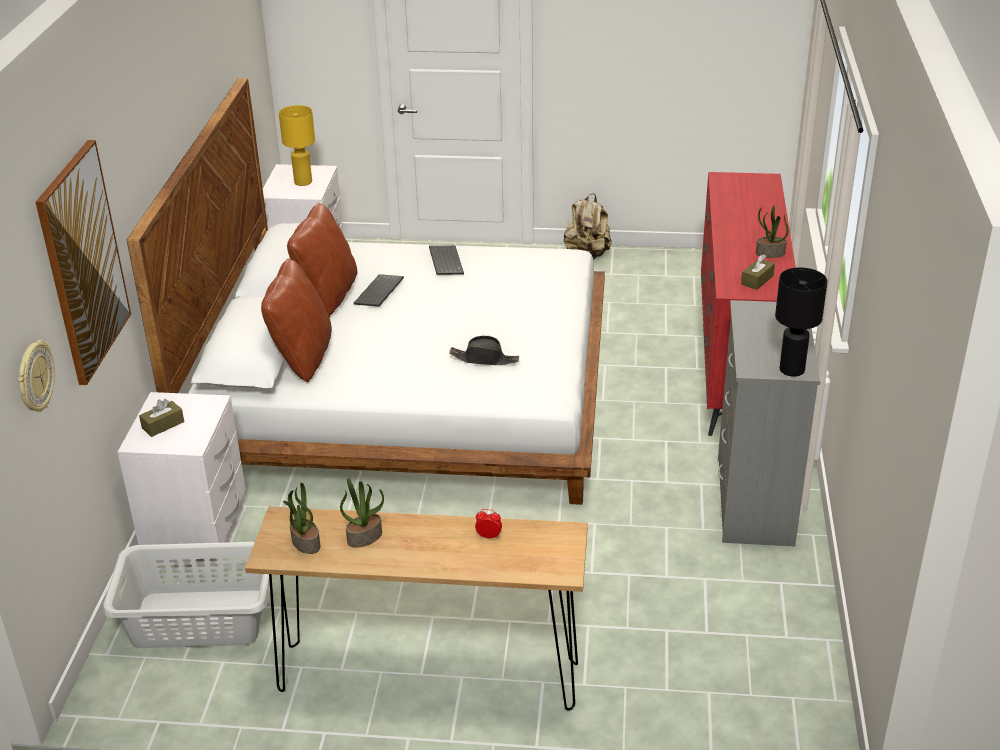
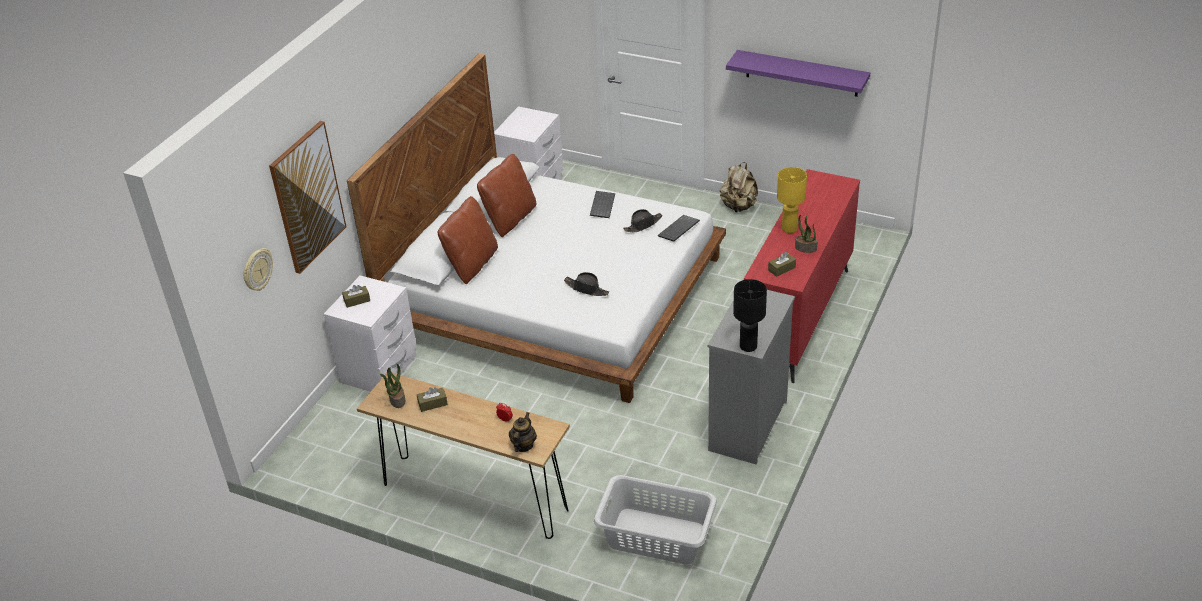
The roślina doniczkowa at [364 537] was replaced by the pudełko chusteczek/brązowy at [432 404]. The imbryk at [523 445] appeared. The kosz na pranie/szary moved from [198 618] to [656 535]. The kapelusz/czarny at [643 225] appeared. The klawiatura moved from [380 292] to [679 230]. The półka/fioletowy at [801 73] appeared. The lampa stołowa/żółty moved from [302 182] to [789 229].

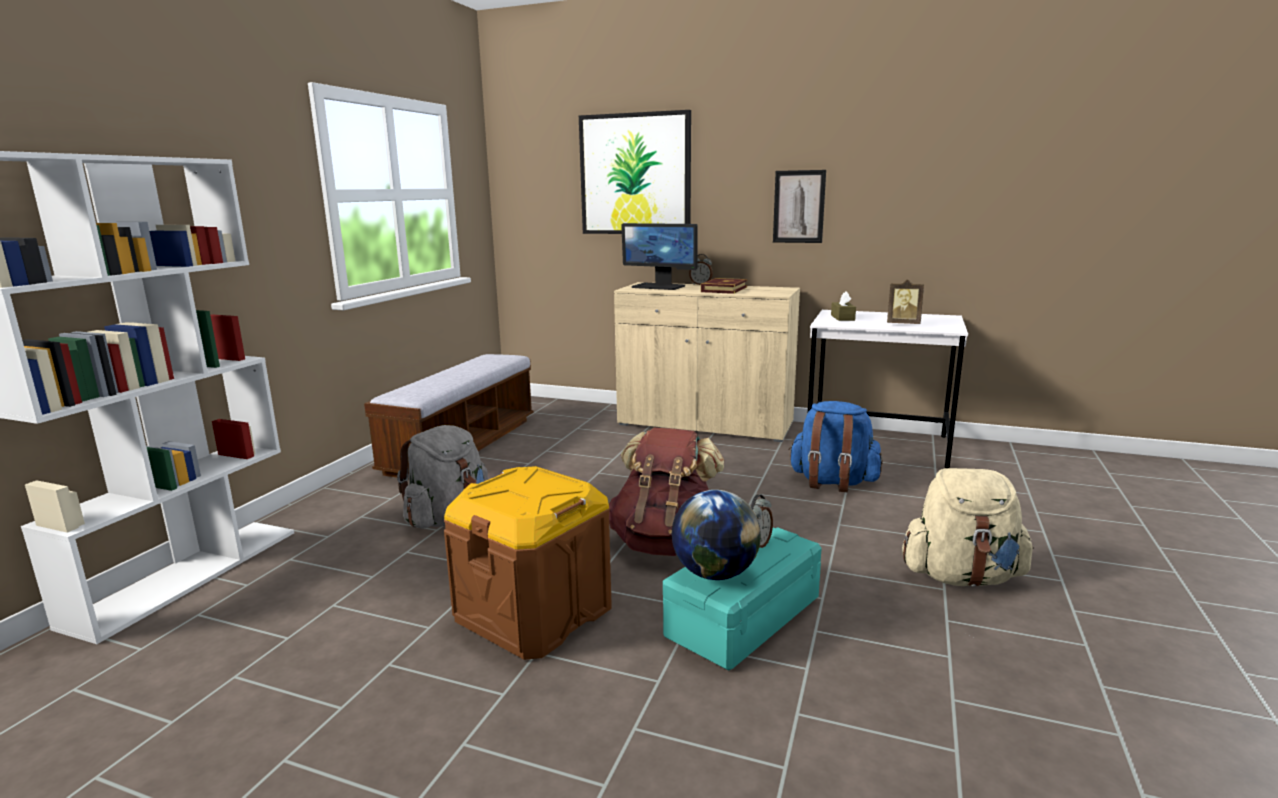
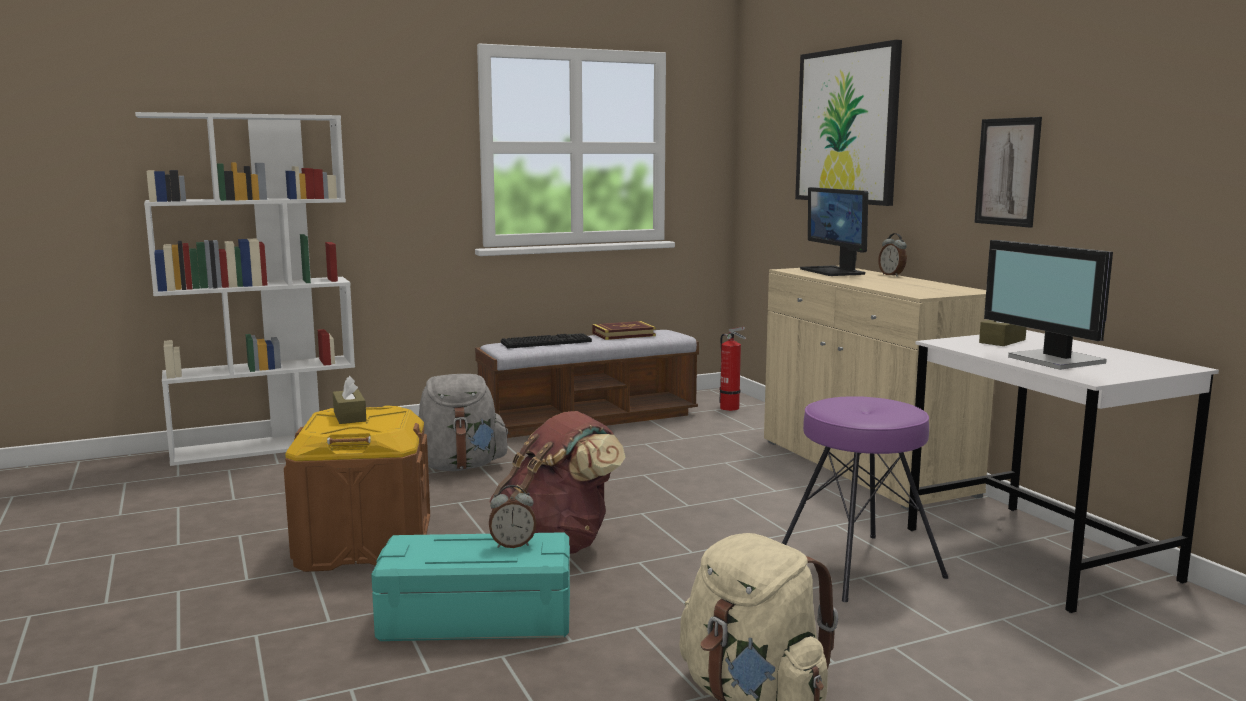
The pudełko chusteczek/brązowy at [349 416] appeared. The klawiatura at [546 342] appeared. The książka moved from [724 289] to [623 334]. The gaśnica at [731 408] appeared. The plecak/niebieski at [832 482] was replaced by the stołek/fioletowy at [858 566]. The ramka na zdjęcie at [903 324] was replaced by the monitor at [1054 360]. The globus at [714 573] disappeared.

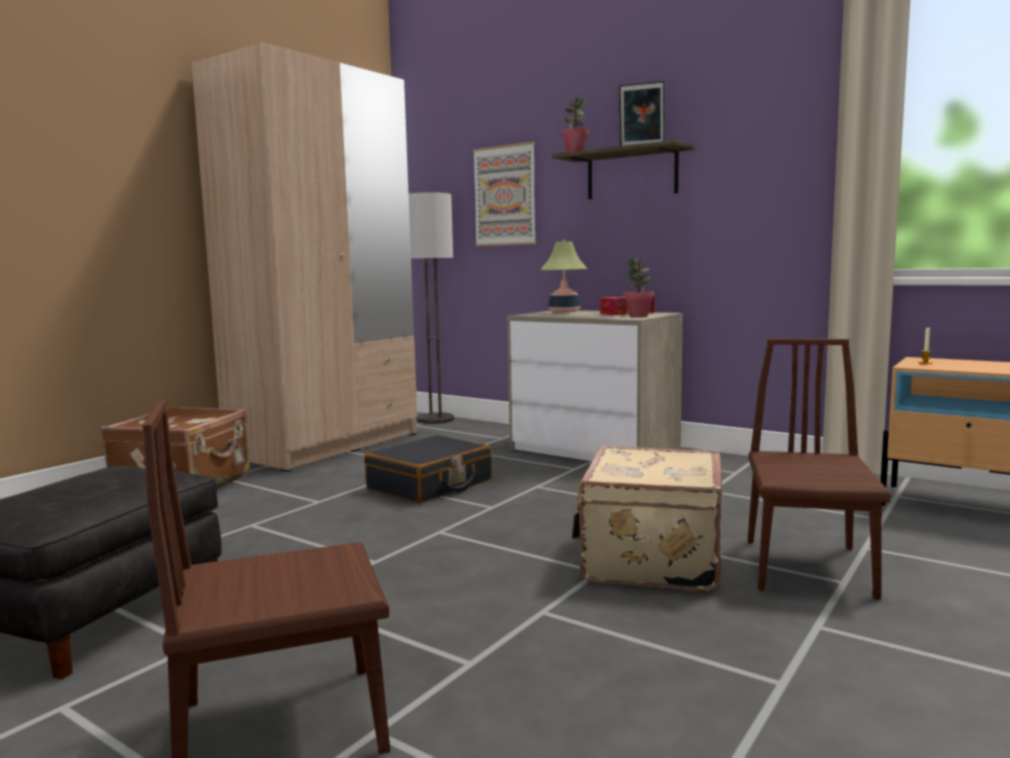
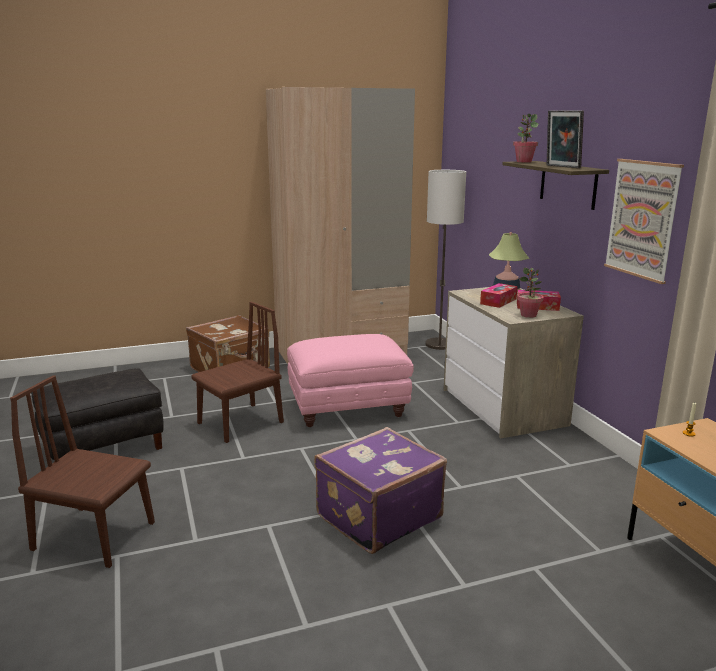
The krzesło/brązowy moved from [808 567] to [240 423]. The walizka/czarny at [430 485] was replaced by the pufa/różowy at [349 408]. The walizka/beżowy at [649 560] became the walizka/fioletowy at [377 516]. The pudełko chusteczek at [498 301] appeared. The obraz moved from [505 196] to [642 219].

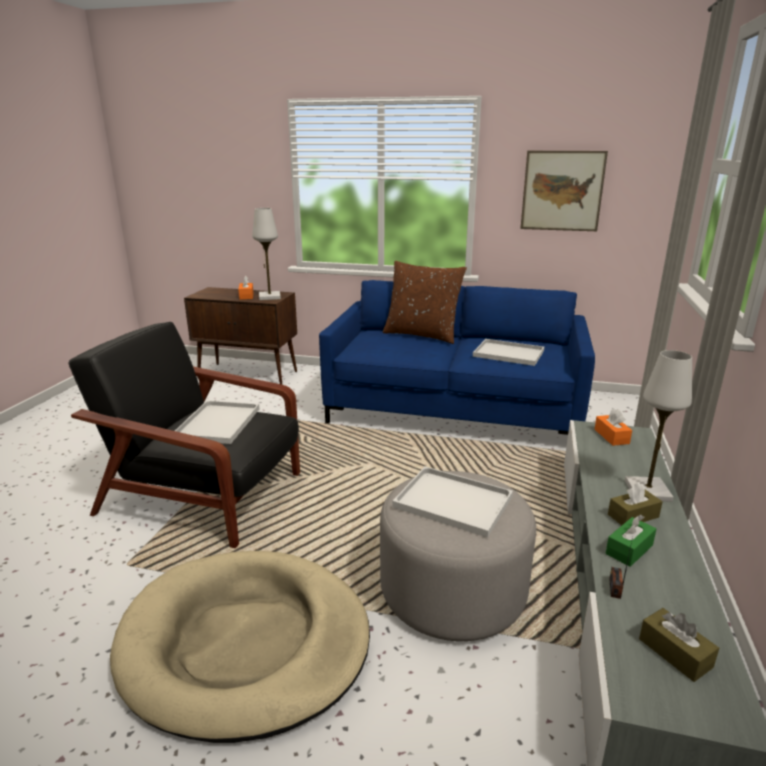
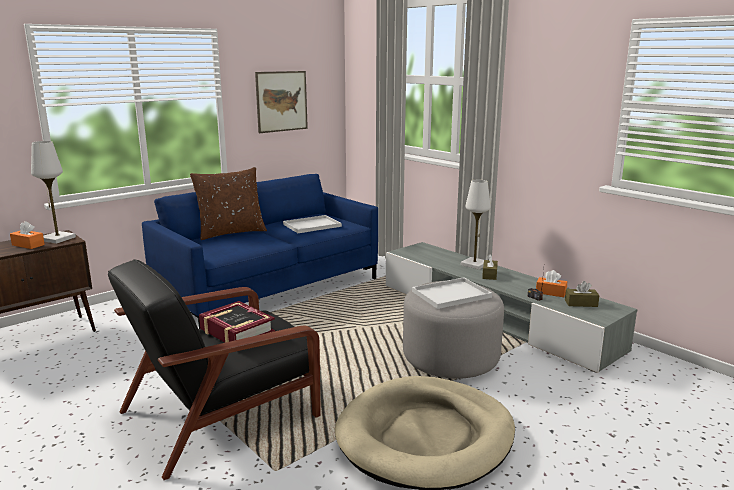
The taca/biały at [218 422] was replaced by the książka at [236 331]. The pudełko chusteczek/pomarańczowy moved from [611 436] to [550 292]. The pudełko chusteczek/zielony at [629 549] disappeared.

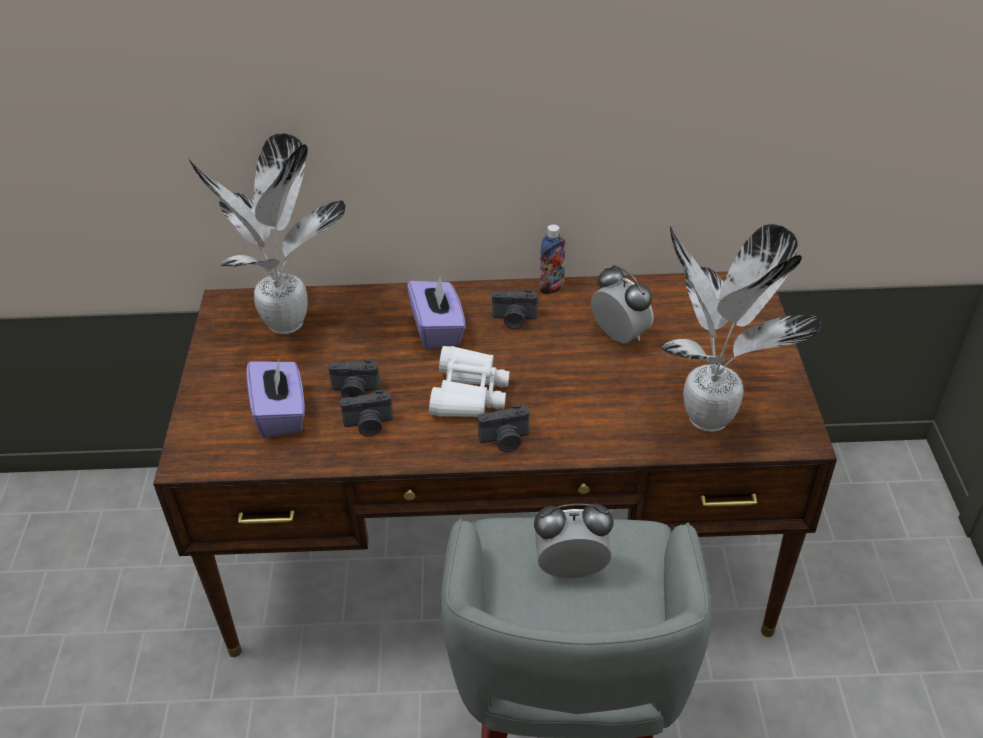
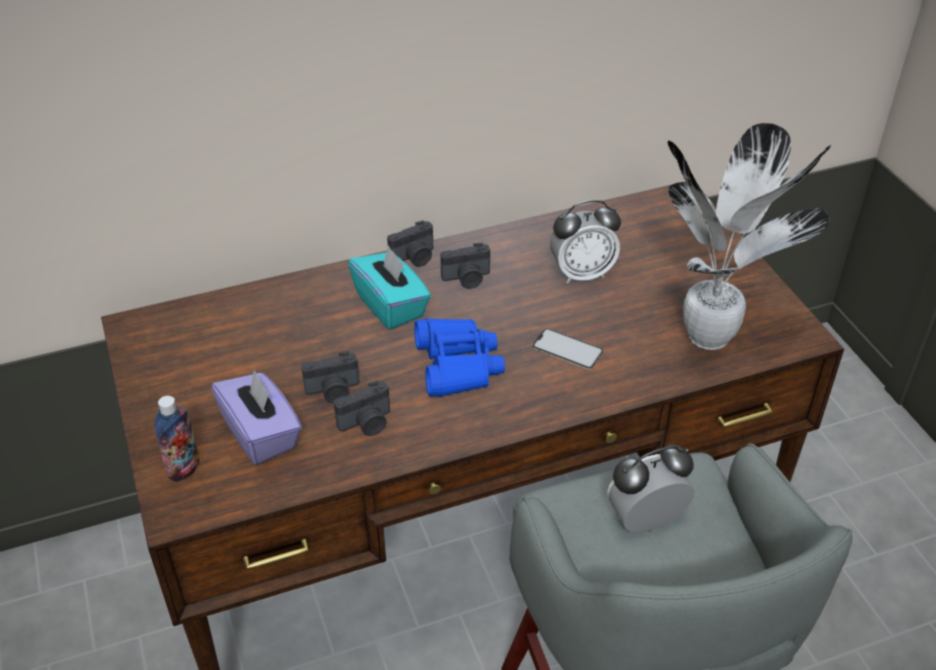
The butelka moved from [552 287] to [184 468]. The pudełko chusteczek/fioletowy at [438 329] became the pudełko chusteczek/turkusowy at [391 305]. The aparat fotograficzny moved from [505 440] to [414 258]. The lornetka/biały at [469 393] became the lornetka/niebieski at [457 365]. The telefon at [567 349] appeared. The budzik at [619 336] turned 135 degrees clockwise. The roślina doniczkowa at [288 325] disappeared.

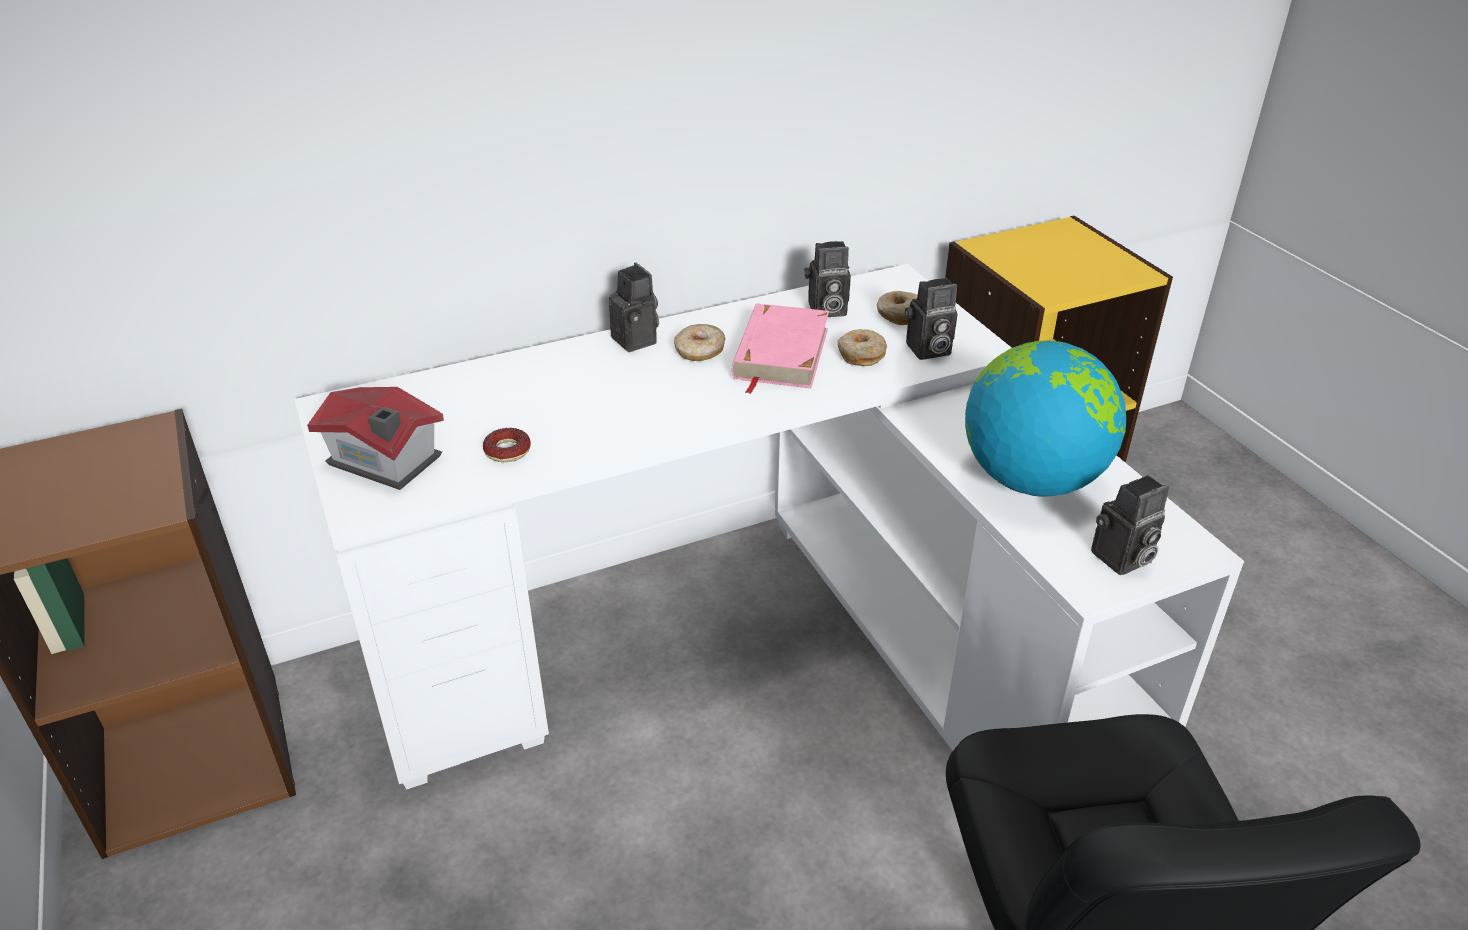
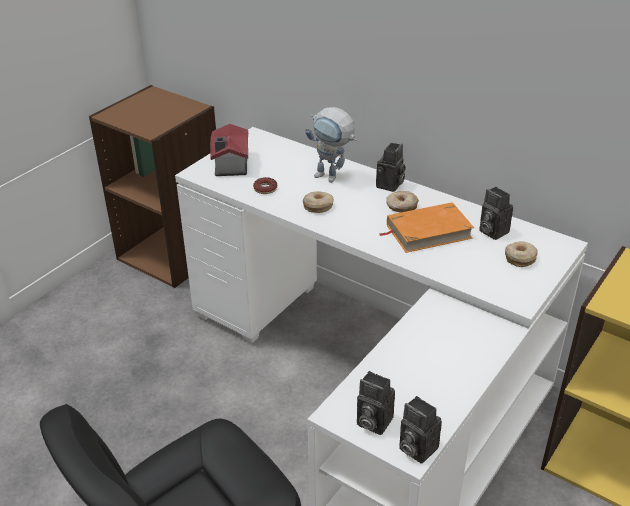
The donut moved from [861 355] to [318 206]. The robot zabawkowy at [332 178] appeared. The książka/różowy at [780 353] became the książka/pomarańczowy at [428 231]. The aparat fotograficzny moved from [927 351] to [415 448]. The globus at [1032 479] disappeared.

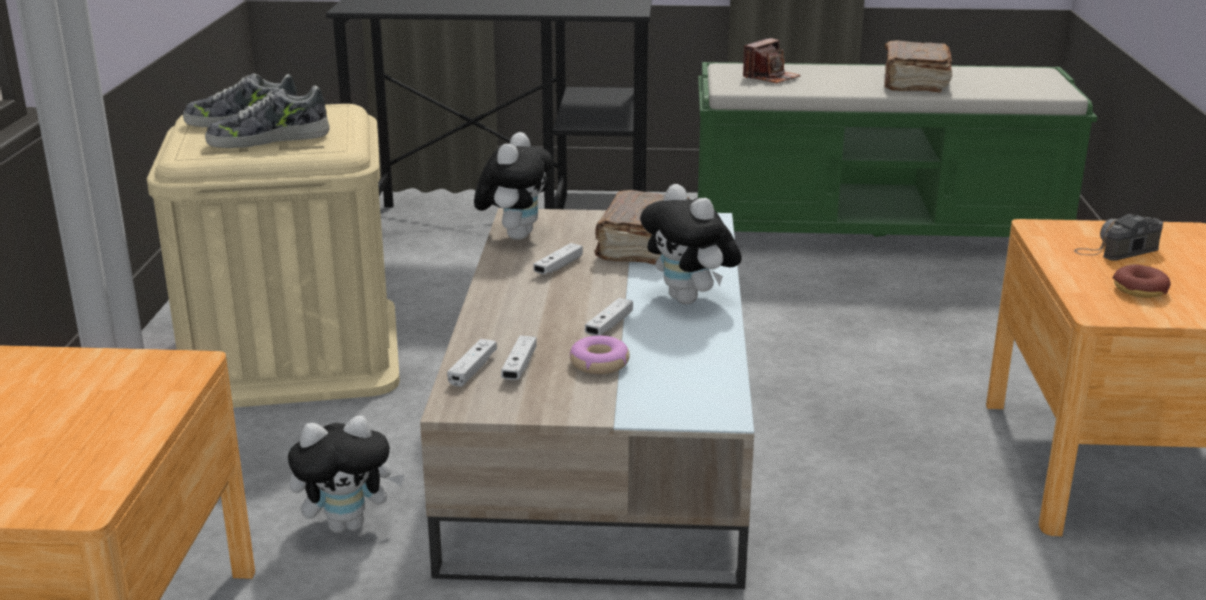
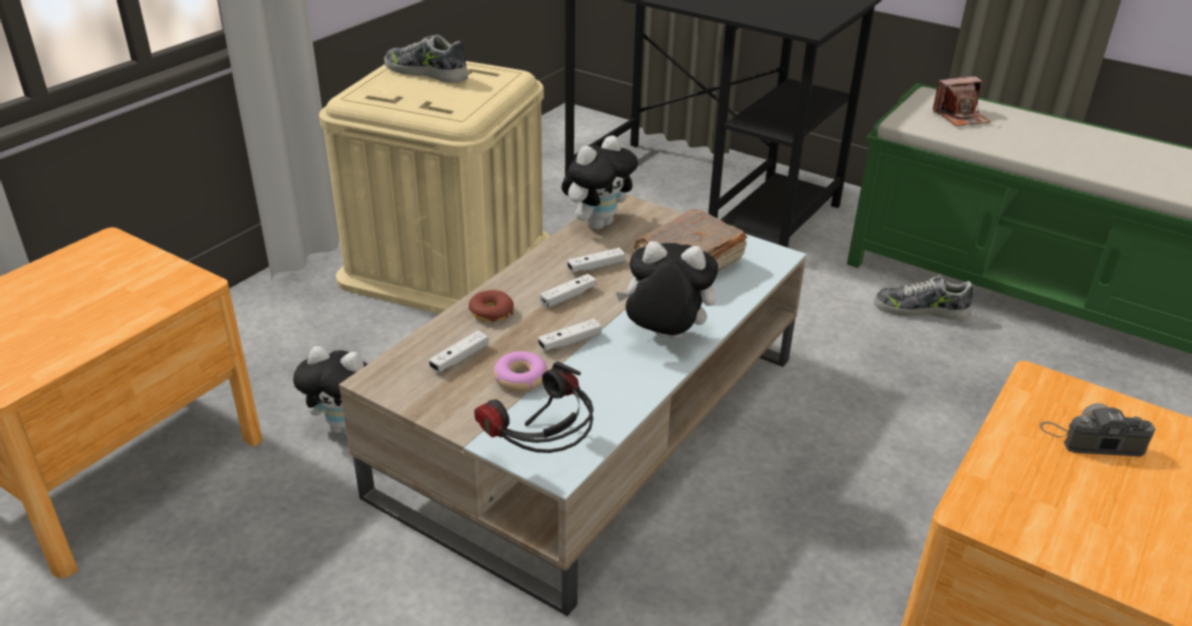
The donut moved from [1139 290] to [491 312]. The słuchawki at [541 457] appeared. The pad do gier/biały moved from [473 370] to [568 297]. The pluszak at [690 300] turned 105 degrees clockwise. The but moved from [268 139] to [920 310]. The książka/brązowy at [914 82] disappeared.

